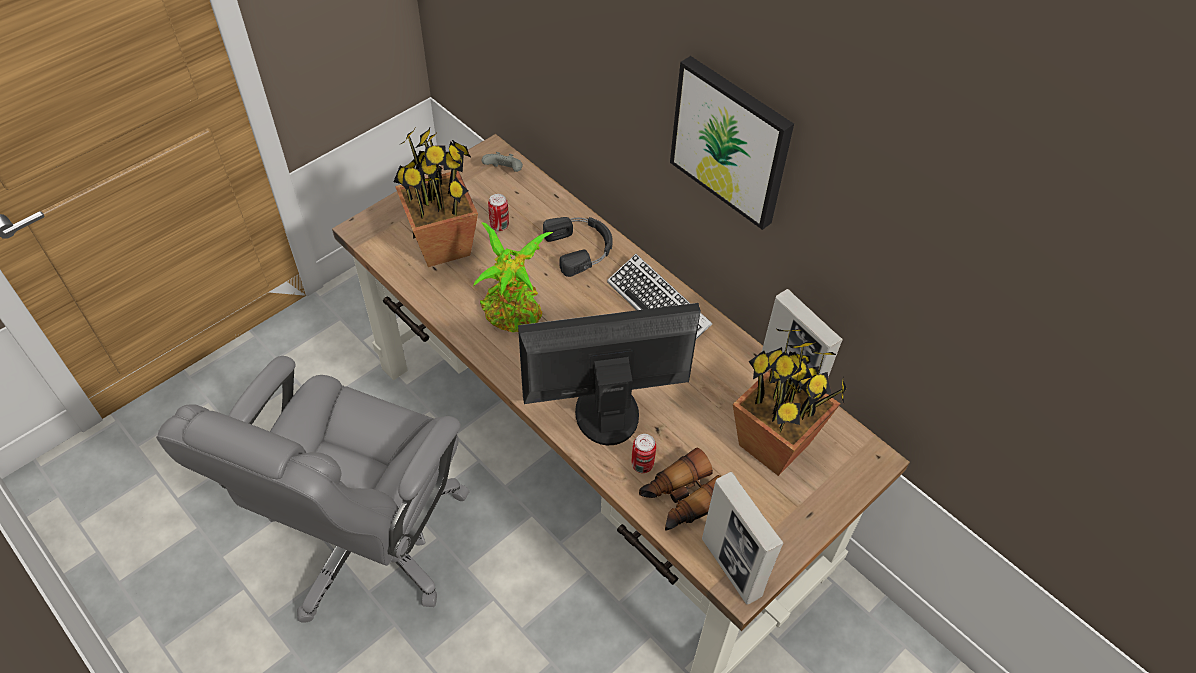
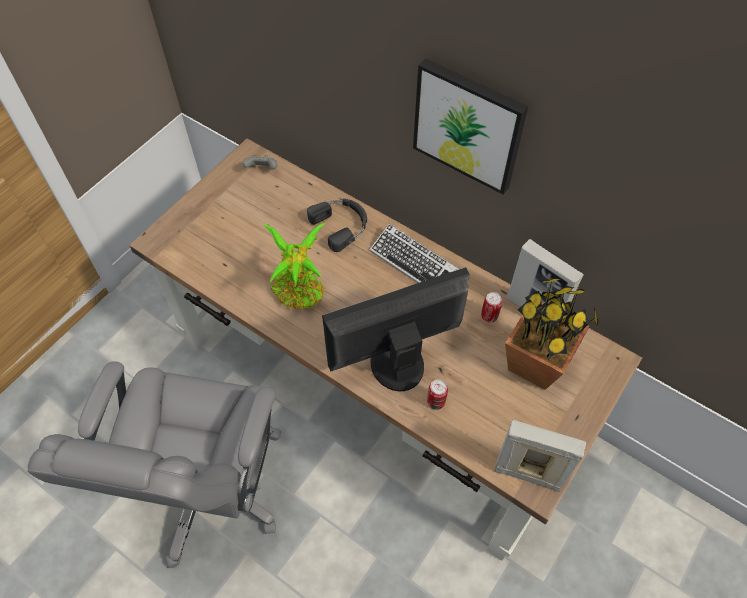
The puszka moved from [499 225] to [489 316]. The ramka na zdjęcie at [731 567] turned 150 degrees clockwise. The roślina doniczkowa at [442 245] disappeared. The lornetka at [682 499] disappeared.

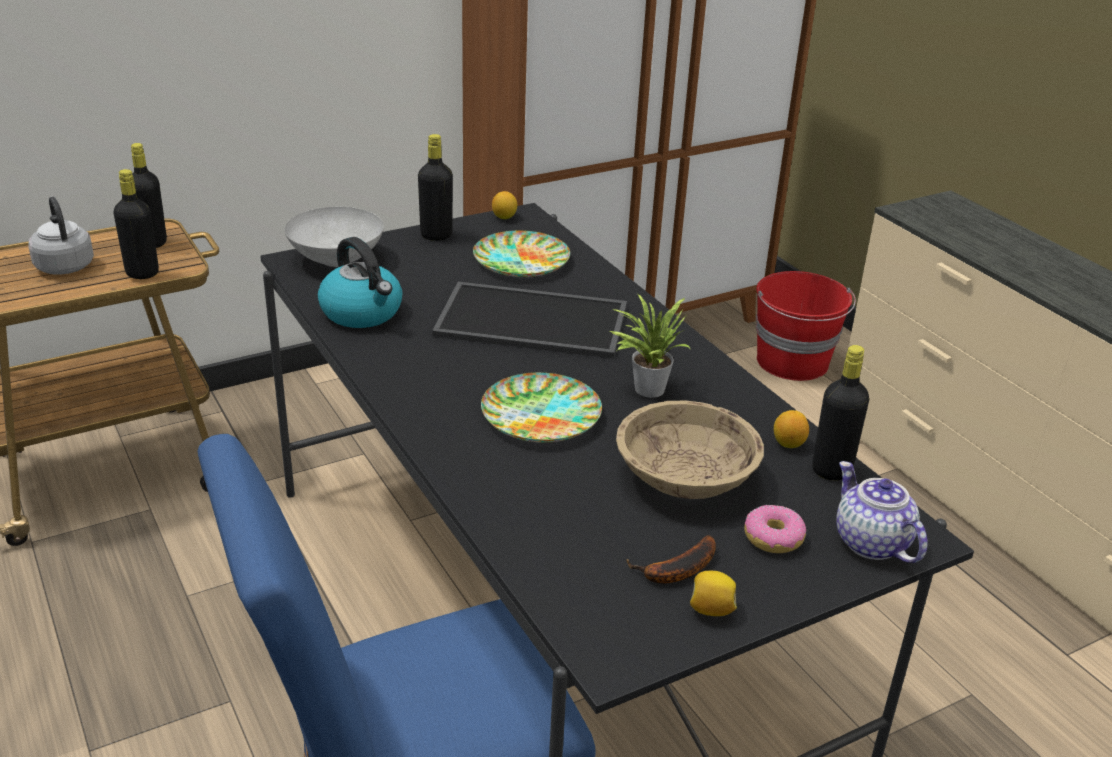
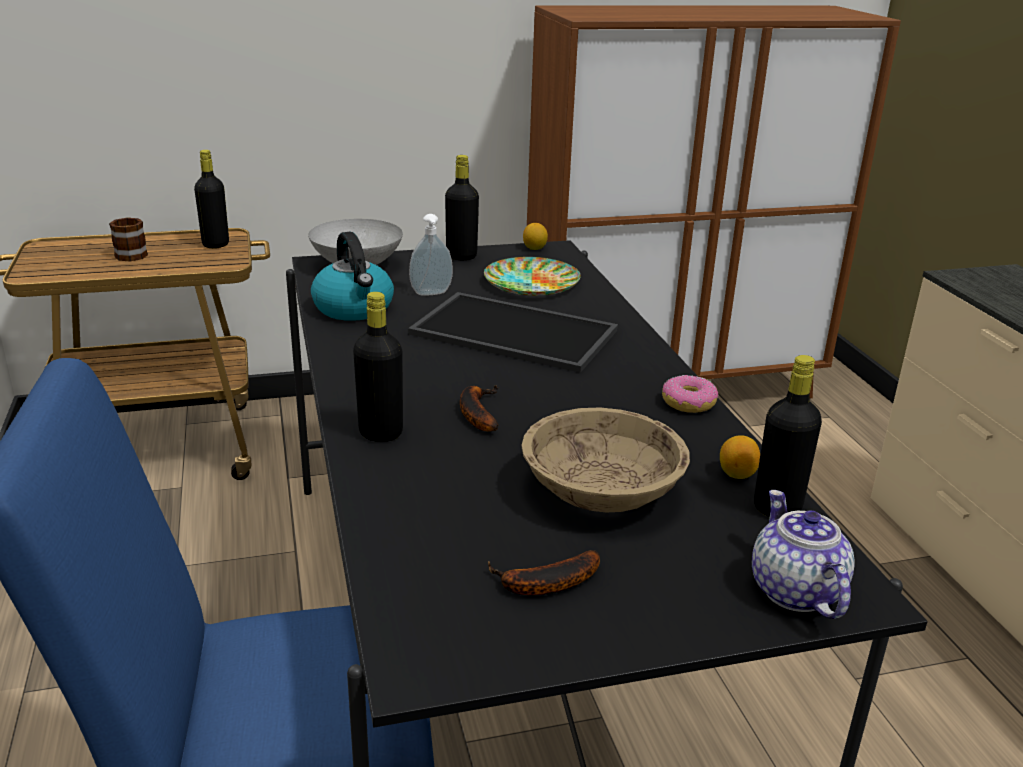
The czajnik/szary at [64 265] was replaced by the kubek at [131 253]. The butelka/czarny moved from [142 273] to [381 433]. The dozownik mydła at [431 294] appeared. The talerz at [540 414] was replaced by the banan at [476 412]. The donut moved from [773 538] to [688 403]. The roślina doniczkowa at [645 387] disappeared. The cytryna at [710 609] disappeared. The wiadro/czerwony at [793 362] disappeared.

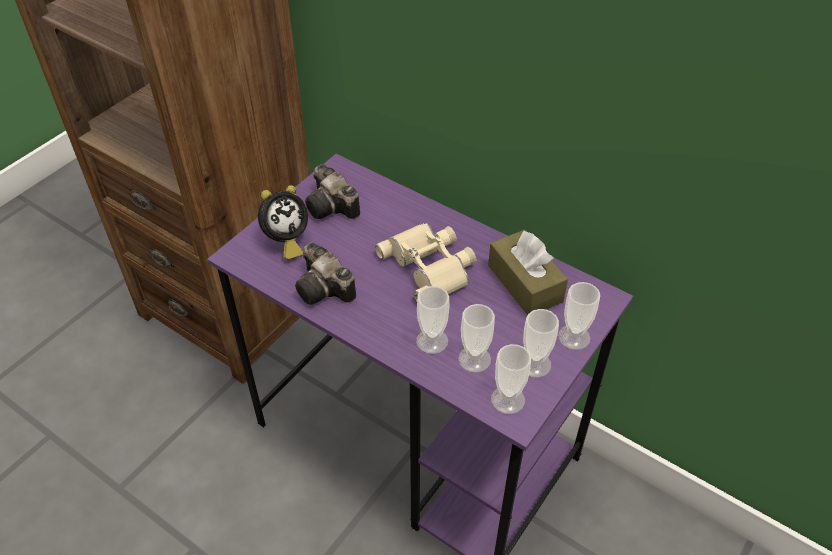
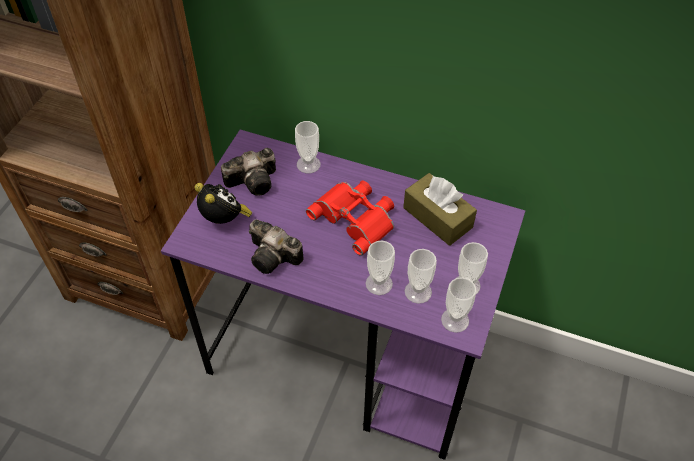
The budzik at [285 241] turned 75 degrees counterclockwise. The aparat fotograficzny at [333 207] turned 60 degrees counterclockwise. The filiżanka moved from [574 337] to [308 164]. The lornetka/beżowy at [430 266] became the lornetka/czerwony at [356 218].

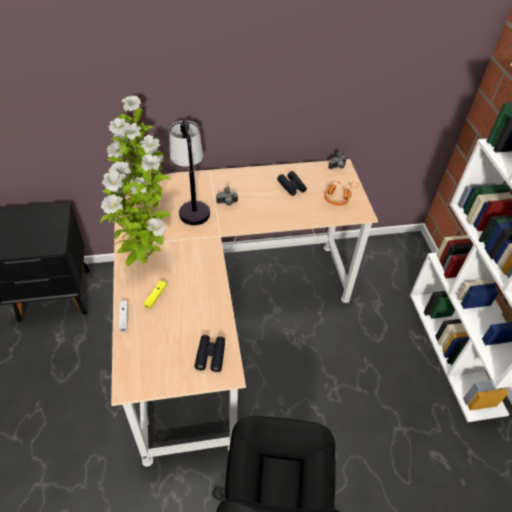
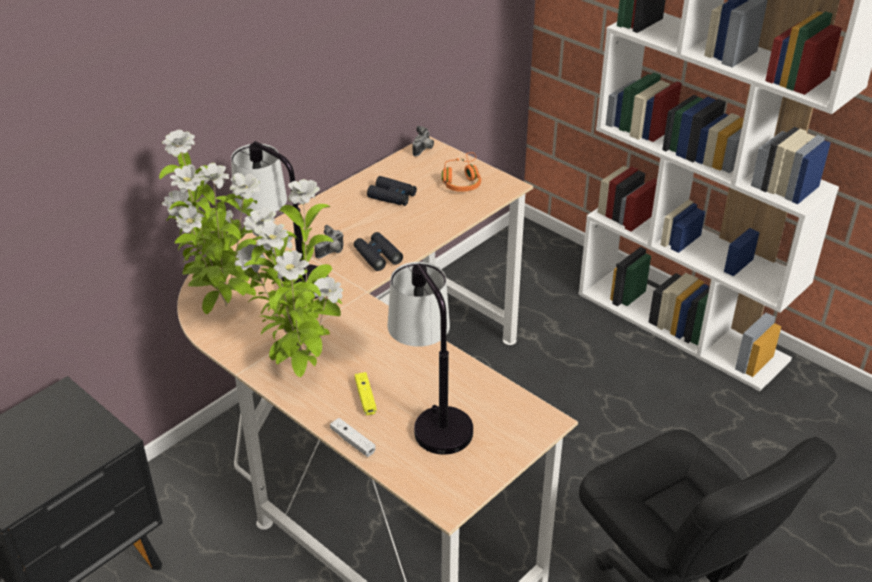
The lornetka/czarny moved from [210 355] to [377 256]. The lampa stołowa at [430 414] appeared.

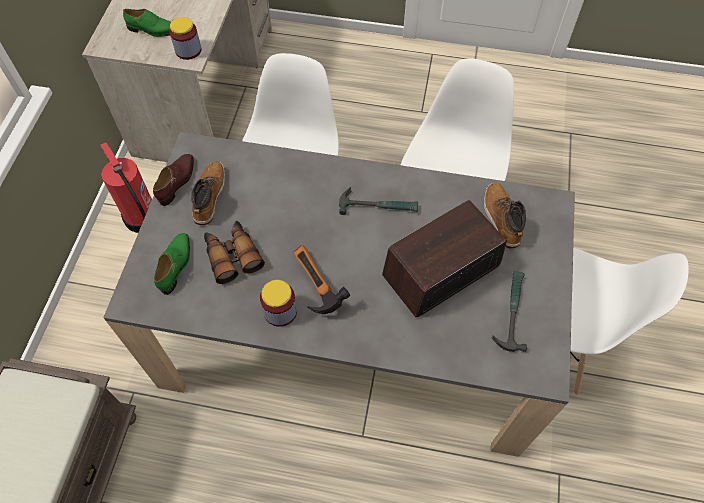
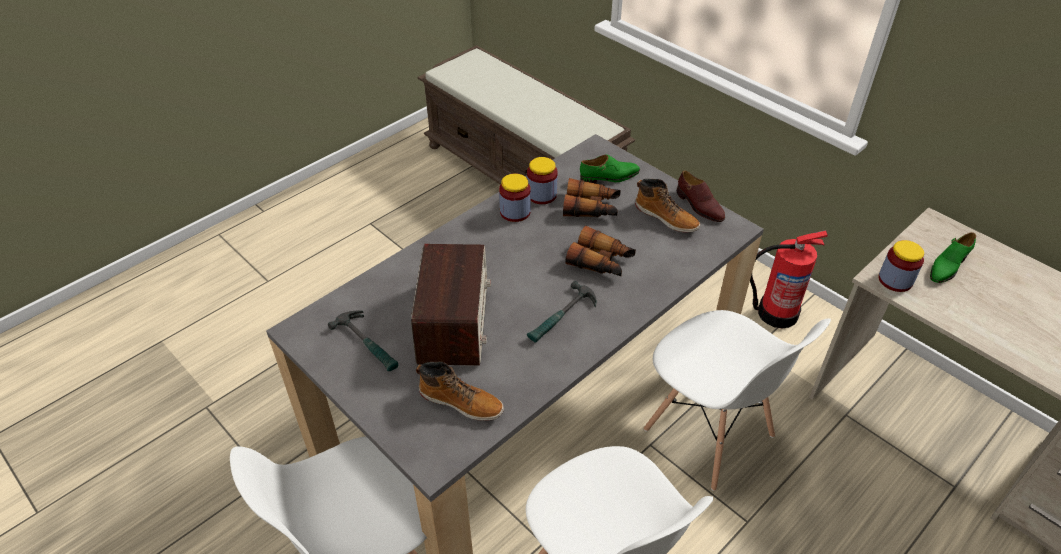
The słoik at [541 195] appeared. The lornetka at [601 262] appeared. The but/zielony at [176 265] turned 60 degrees counterclockwise. The młotek at [313 287] disappeared.

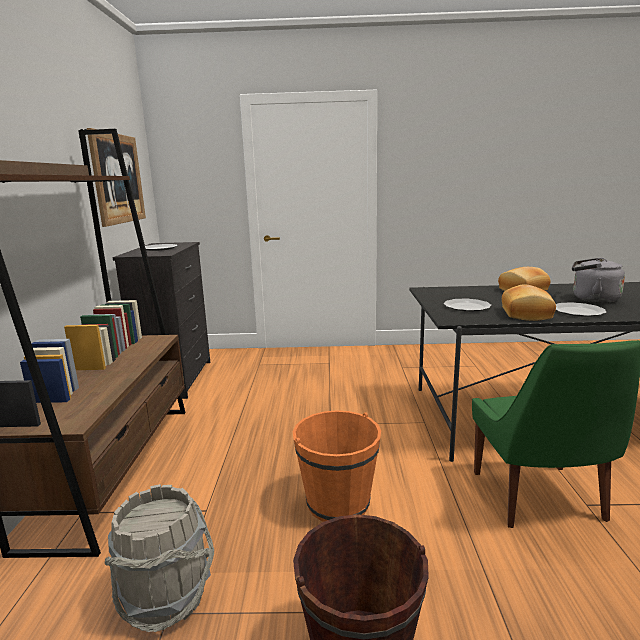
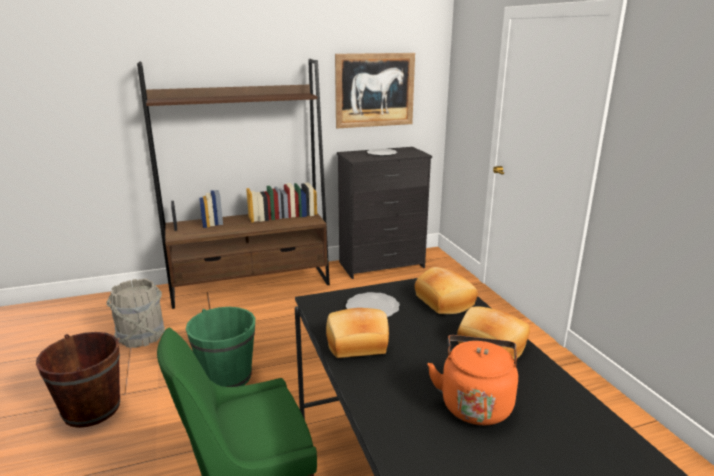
The wiadro/pomarańczowy at [338 503] became the wiadro/zielony at [227 377]. The chleb at [446 301] appeared. The czajnik/szary at [592 299] became the czajnik/pomarańczowy at [475 403]. The talerz at [578 311] disappeared.

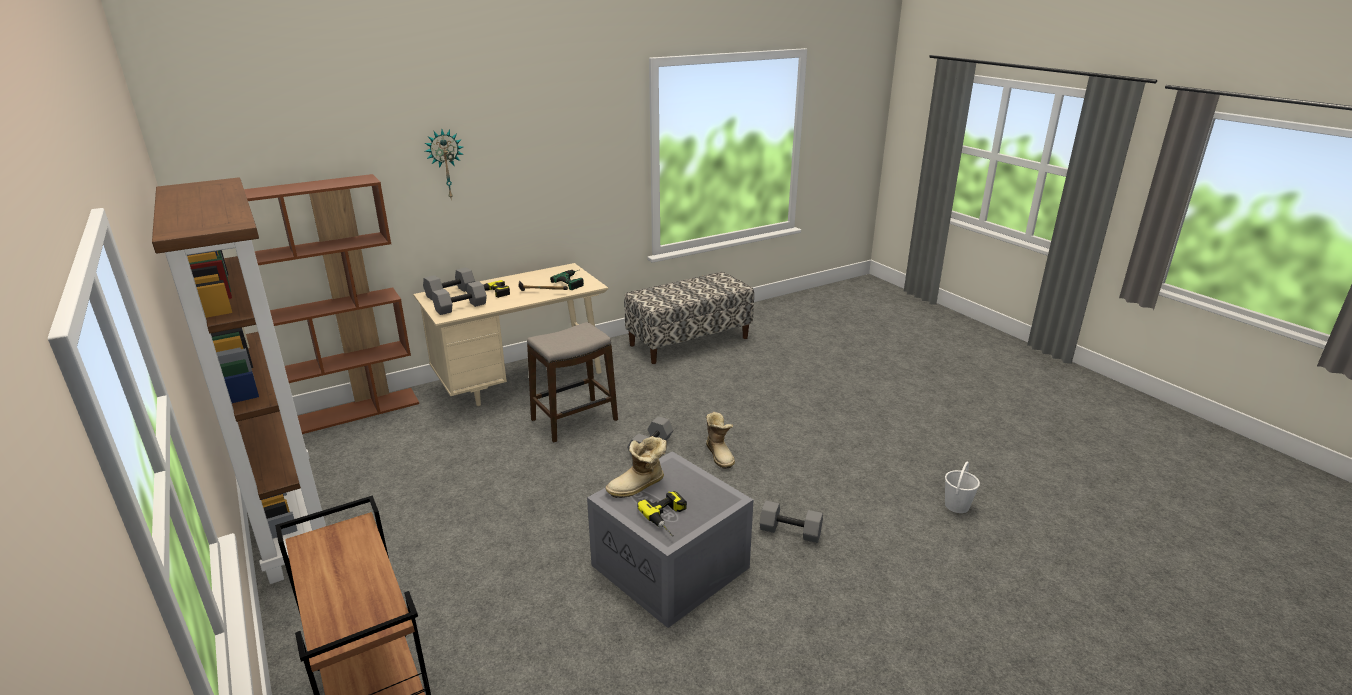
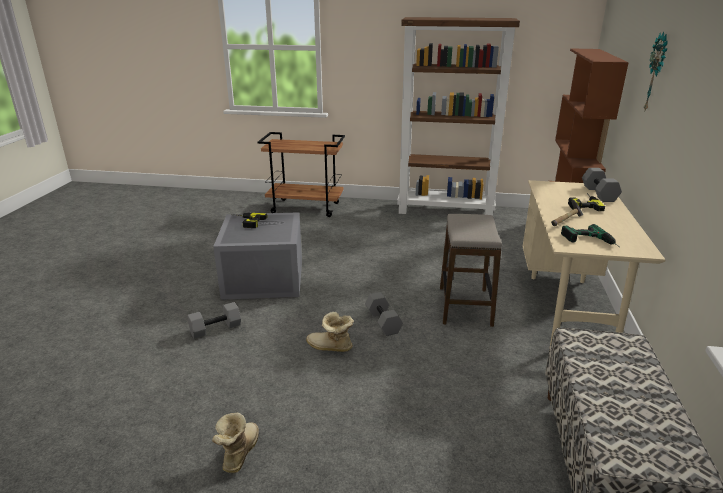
The but z cholewką moved from [638 487] to [238 453]. The hantel/szary at [461 307] disappeared. The wiadro/biały at [957 505] disappeared.

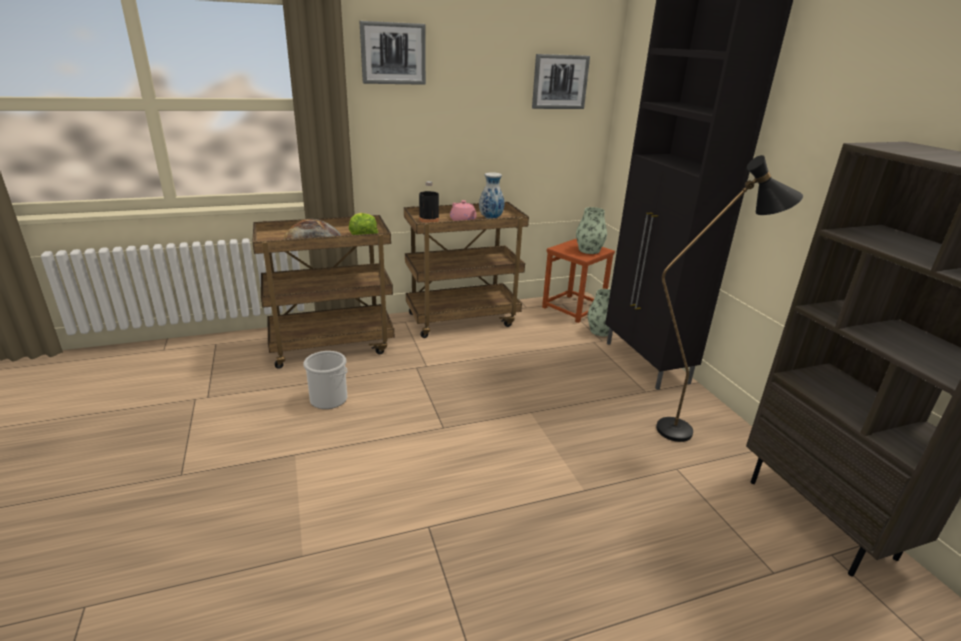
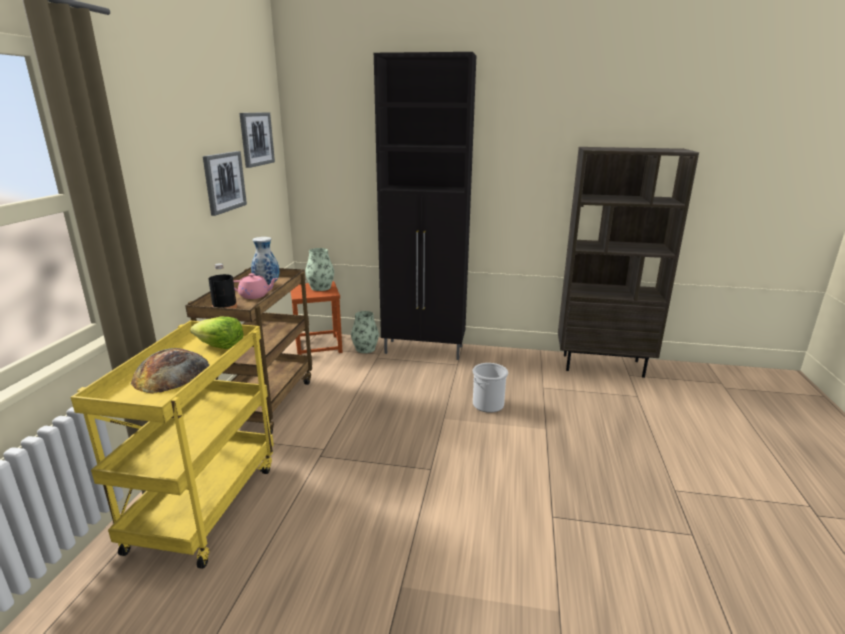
The wózek/brązowy at [332 345] became the wózek/żółty at [205 504]. The obraz moved from [393 53] to [224 182]. The wiadro moved from [329 399] to [488 404]. The lampa stojąca/czarny at [687 431] disappeared.

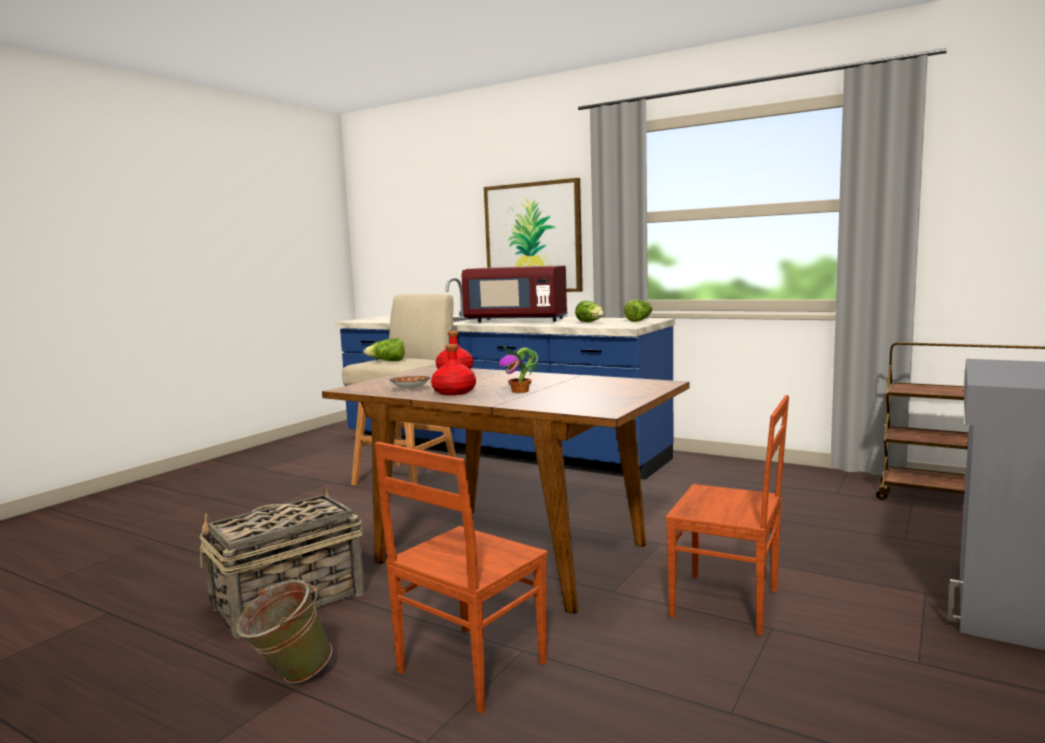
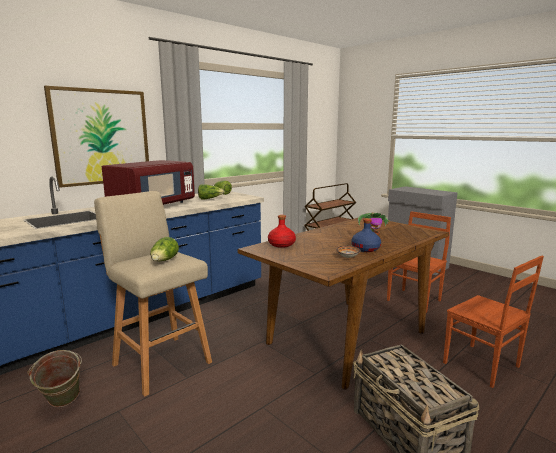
The wiadro/zielony moved from [288 678] to [62 405]. The butelka/czerwony at [454 392] became the butelka/niebieski at [366 249].

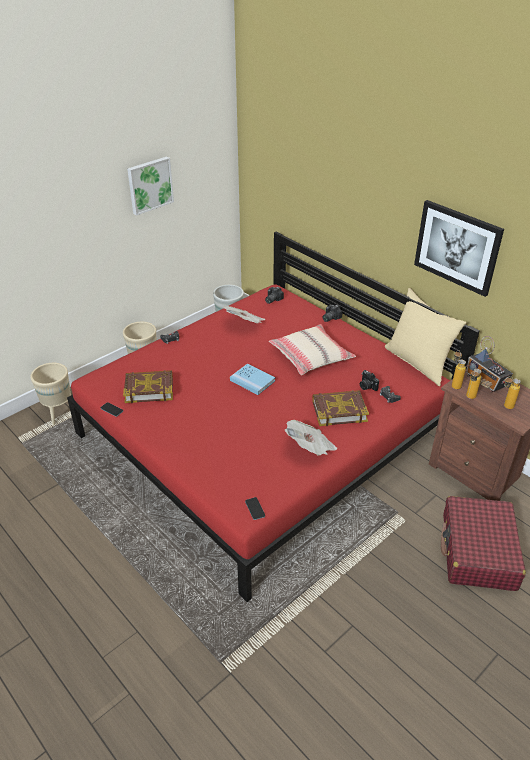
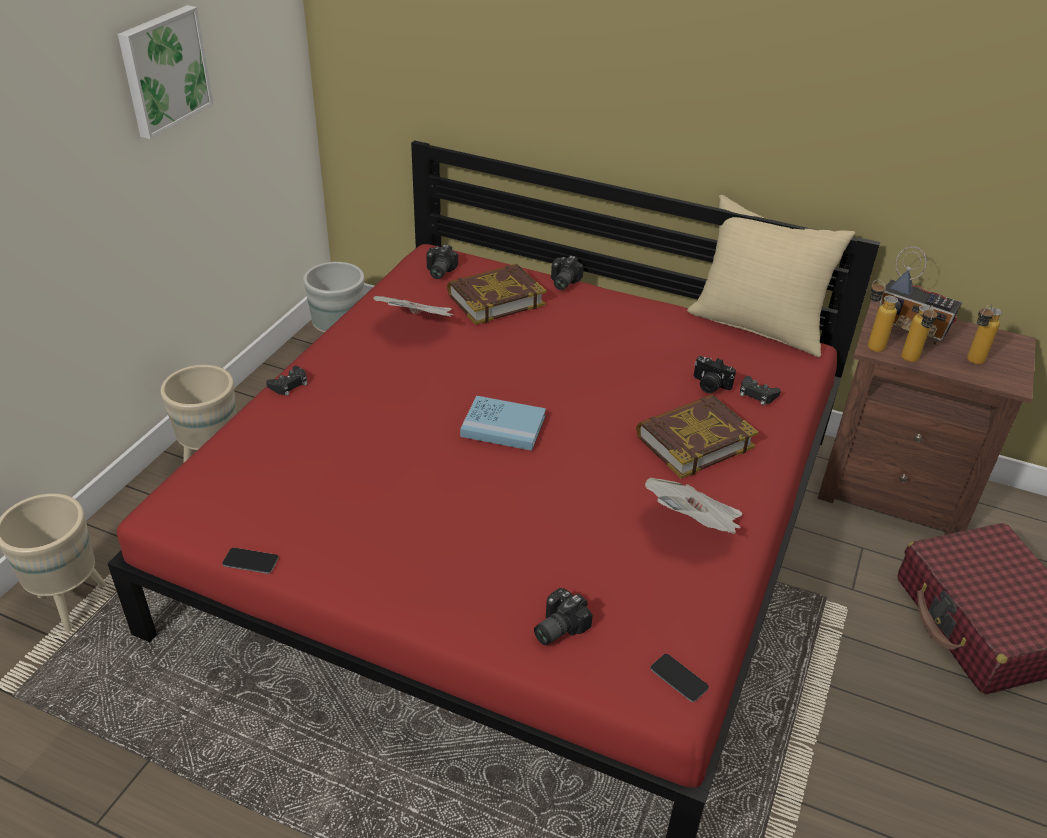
The książka moved from [149 389] to [495 299]. The aparat fotograficzny at [556 627] appeared. The poduszka/beżowy at [311 356] disappeared. The obraz at [457 247] disappeared.

